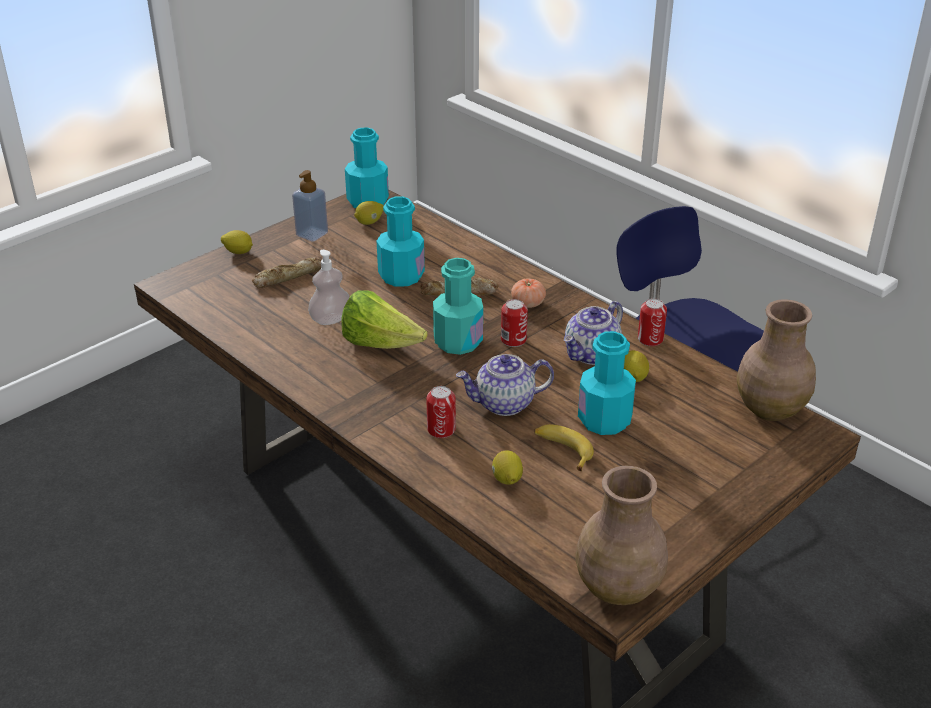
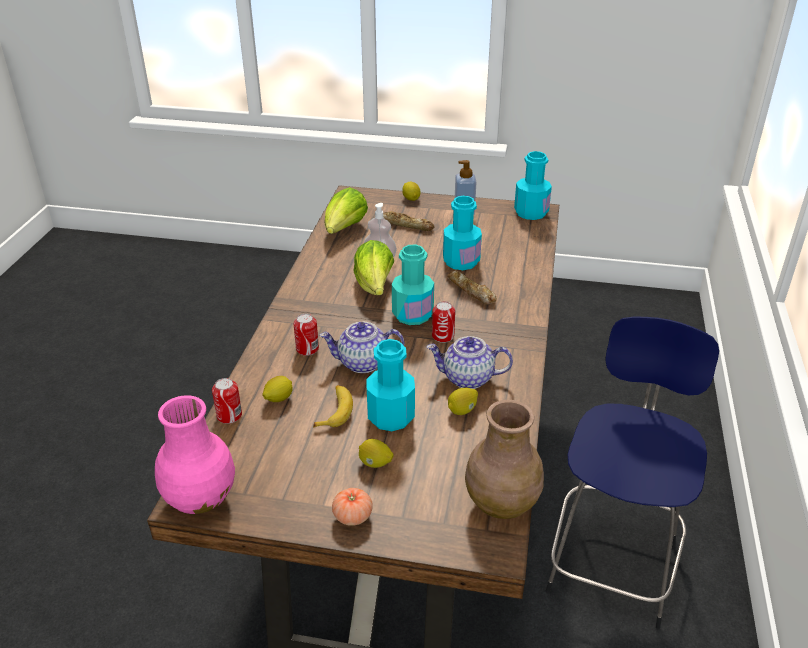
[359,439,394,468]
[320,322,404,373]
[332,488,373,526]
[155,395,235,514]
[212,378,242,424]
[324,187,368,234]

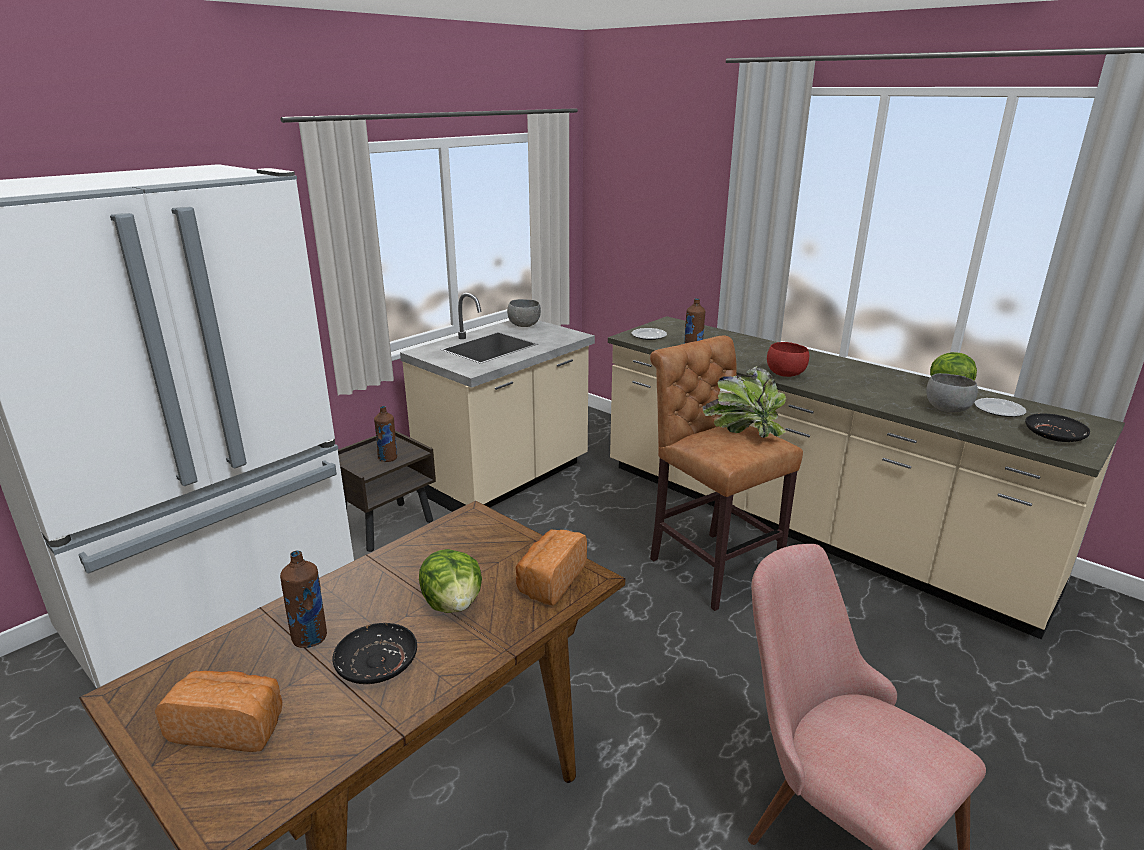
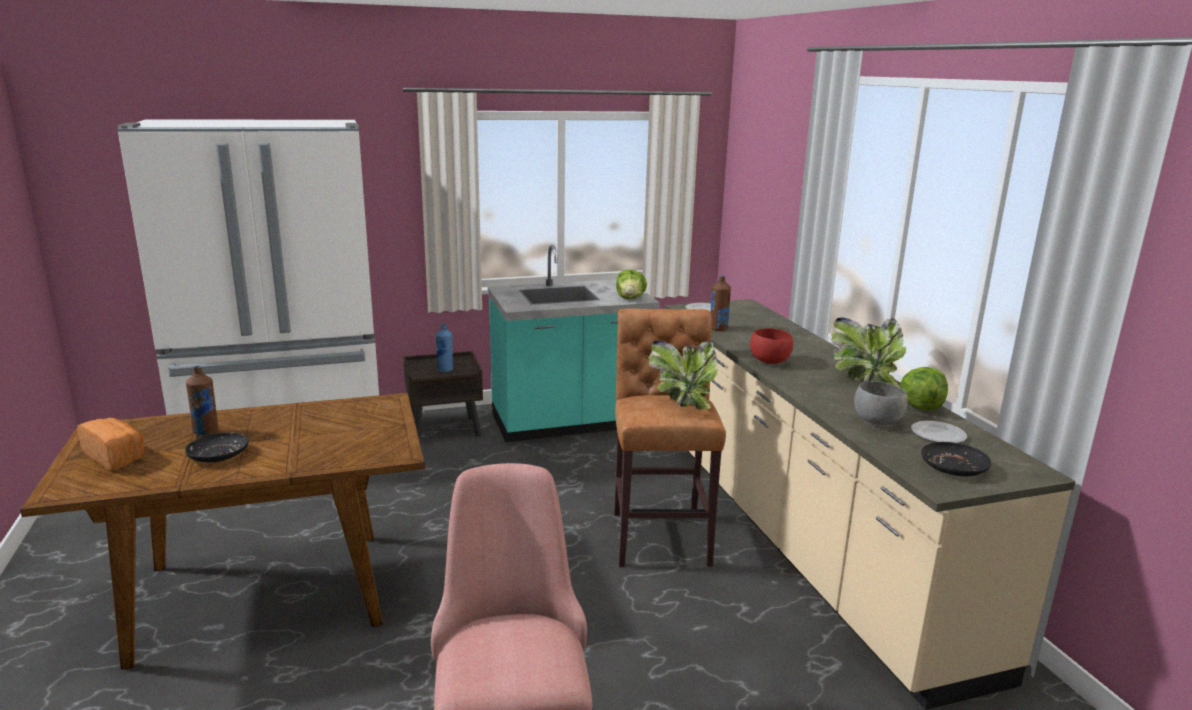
[436,324,453,372]
[487,245,660,442]
[616,270,647,299]
[507,299,541,327] (first image)
[516,530,587,605] (first image)
[831,317,907,387]

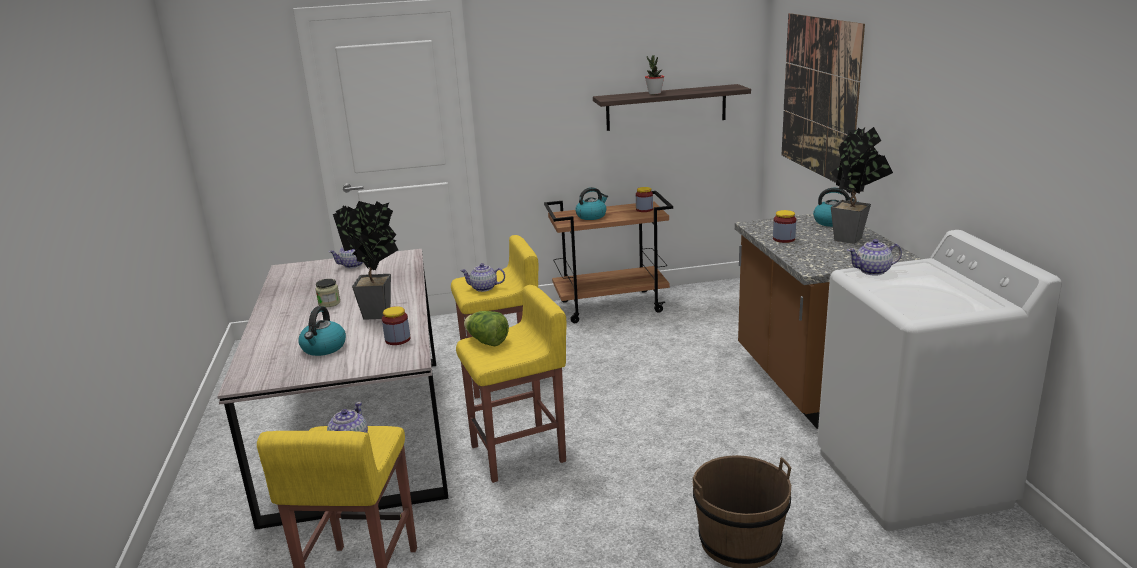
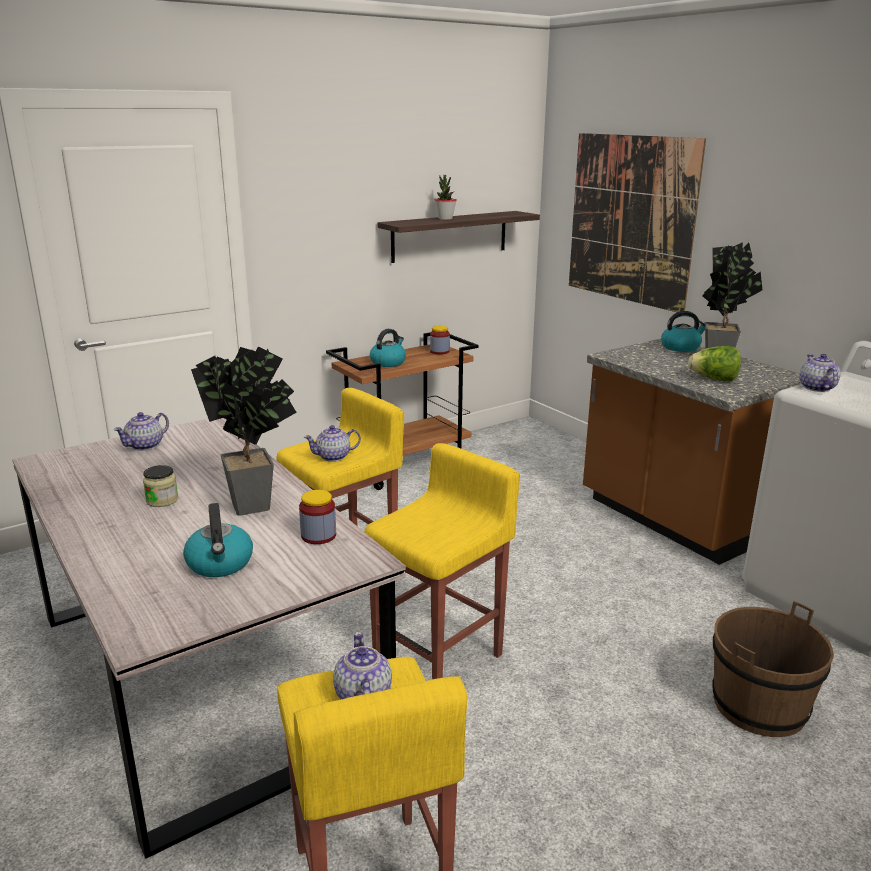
[688,346,741,381]
[773,210,796,243] (first image)
[799,354,841,392]

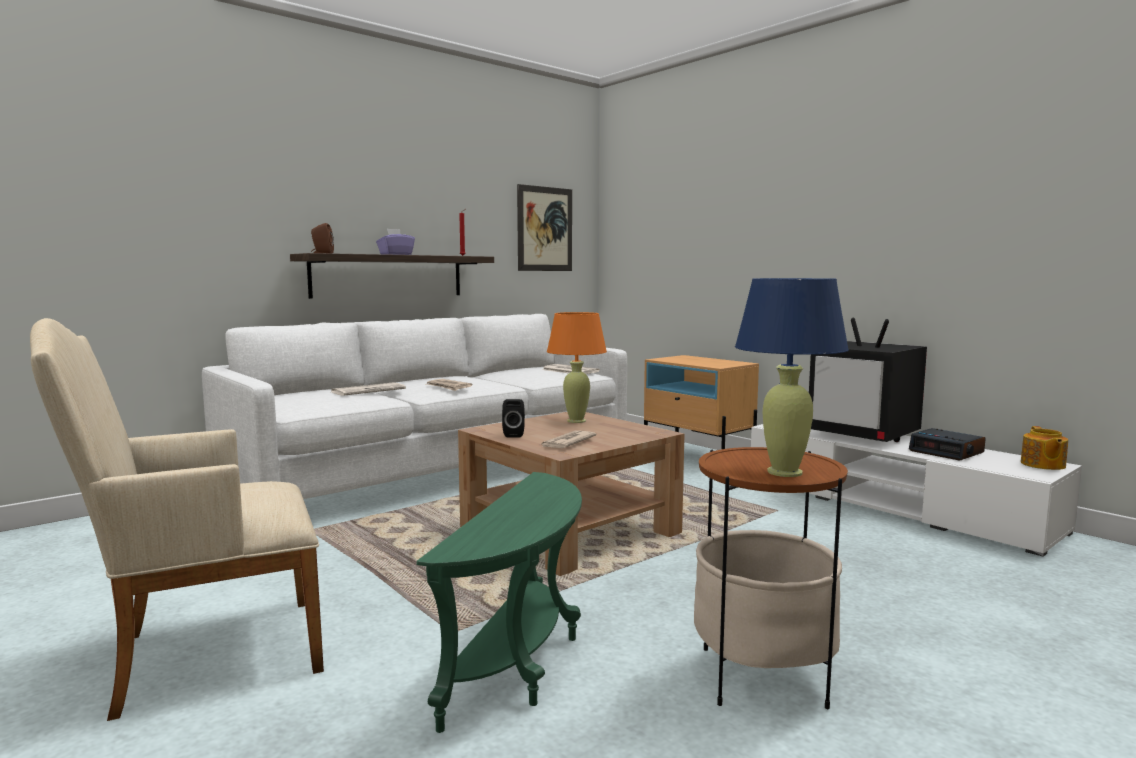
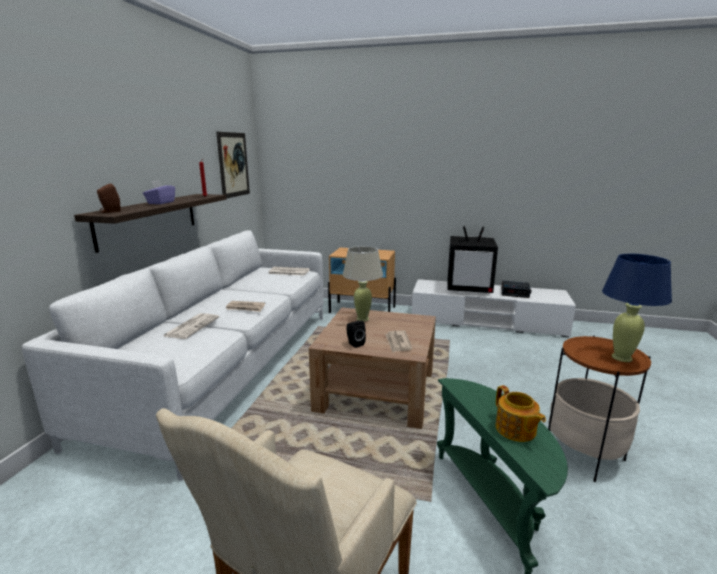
[343,246,383,322]
[495,385,546,442]

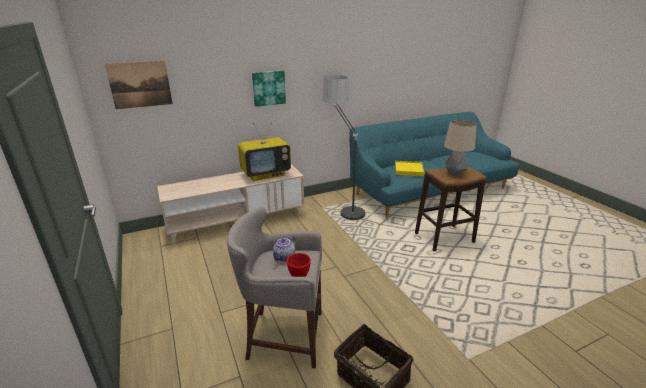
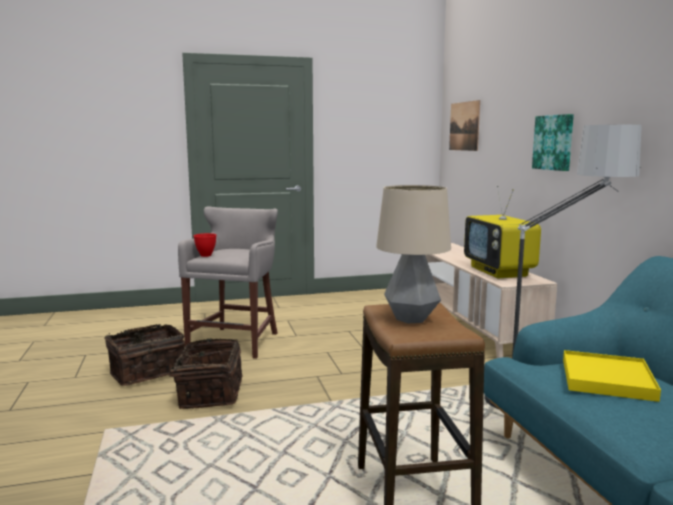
[271,235,296,261] (first image)
[156,338,243,409]

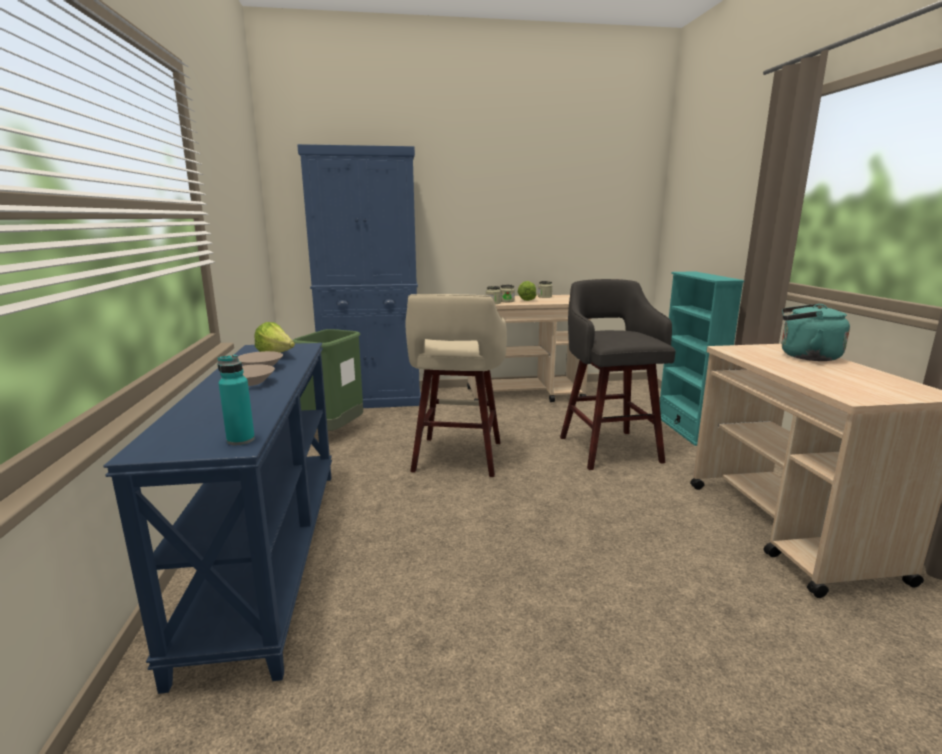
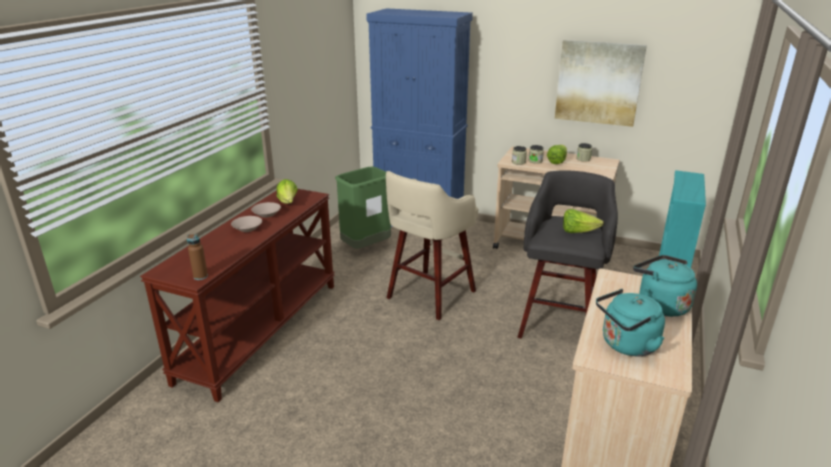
[140,189,335,402]
[187,234,208,280]
[555,40,647,127]
[563,209,604,233]
[596,289,665,357]

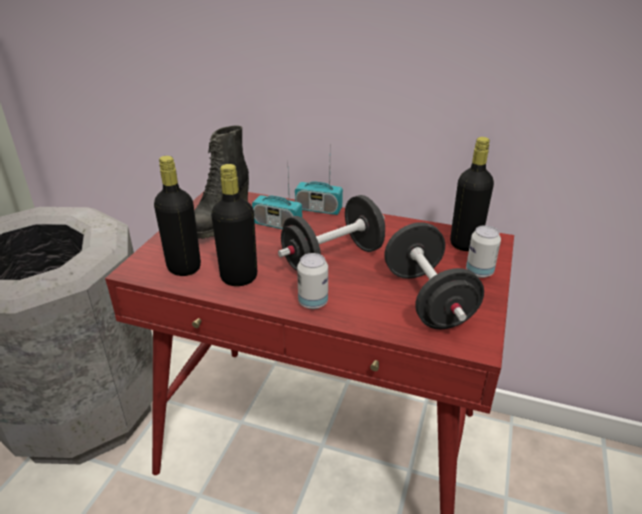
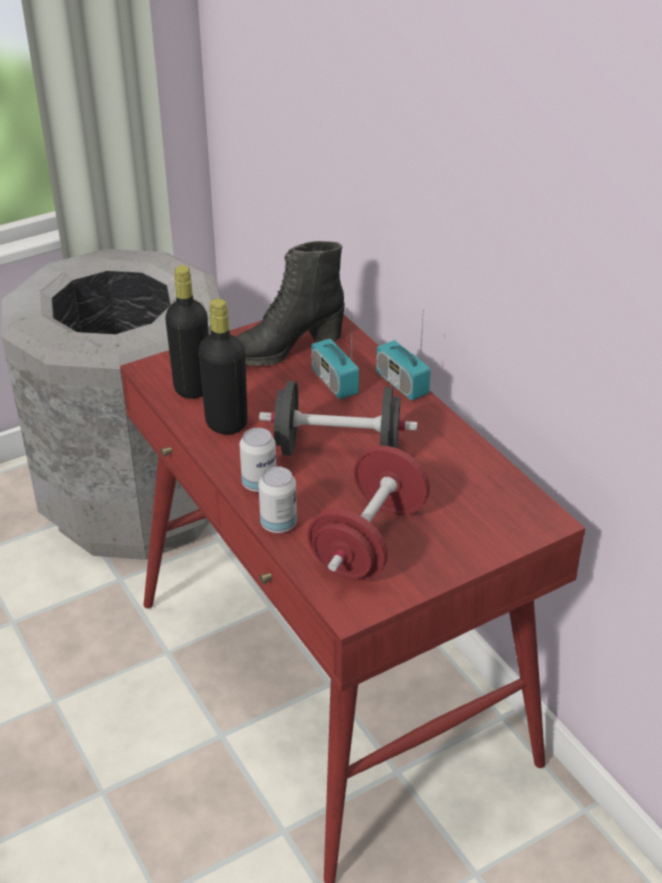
[307,446,430,581]
[450,137,494,251] (first image)
[259,466,297,533]

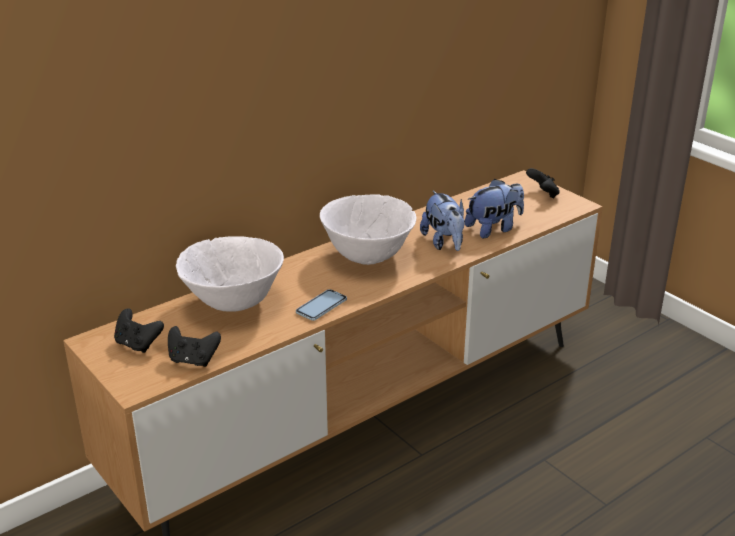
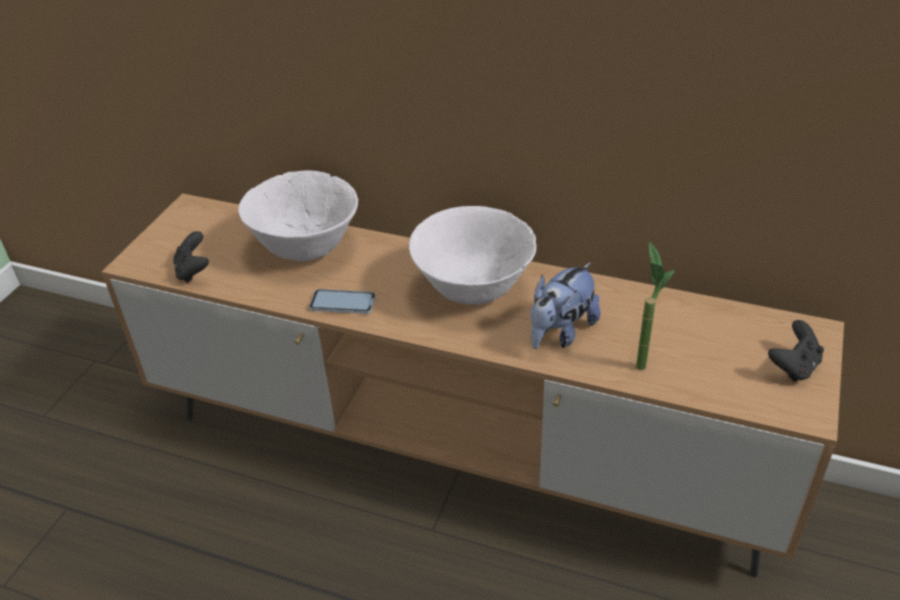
[114,308,164,353] (first image)
[636,242,675,370]

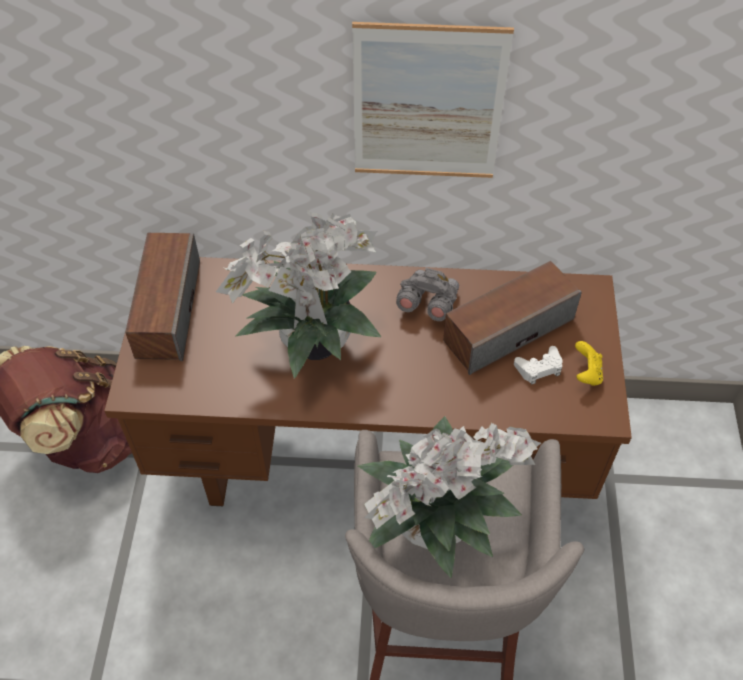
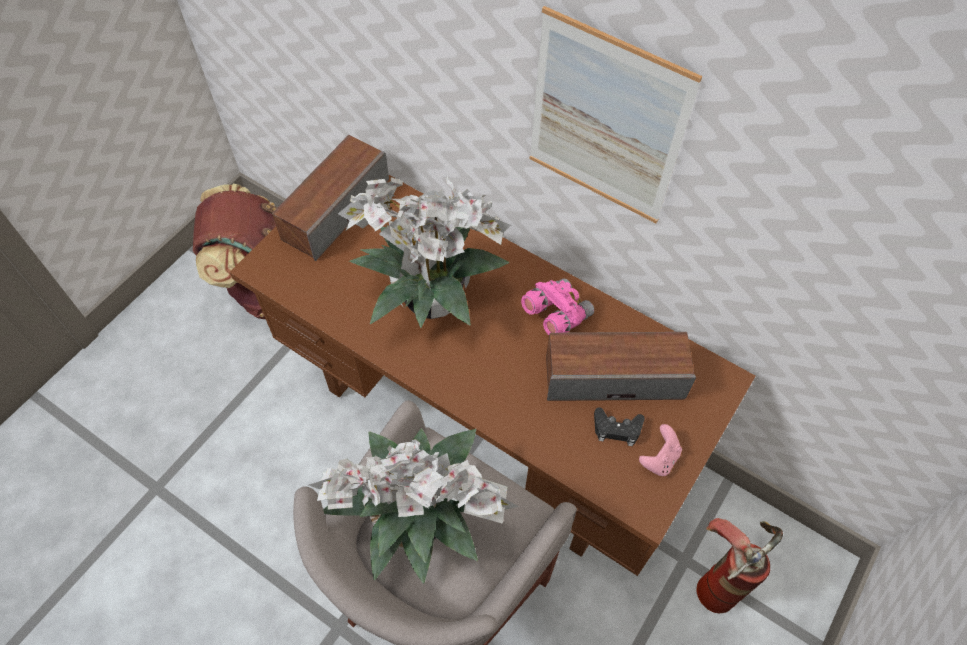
[521,278,594,335]
[594,407,645,446]
[639,424,682,476]
[696,518,783,613]

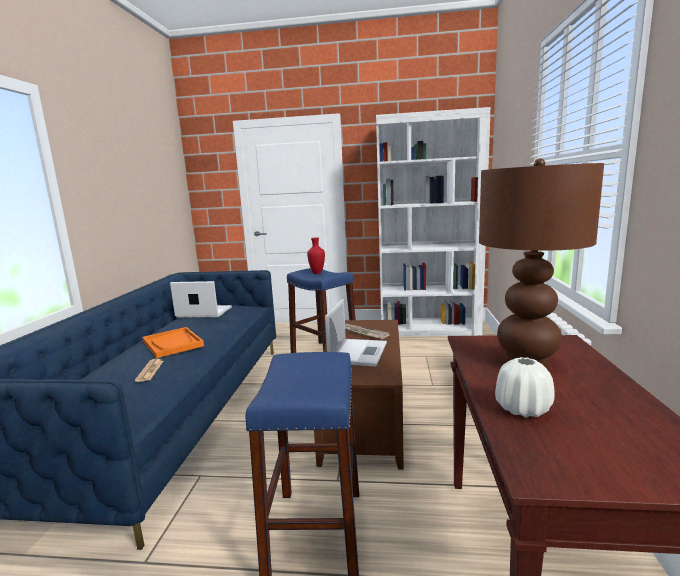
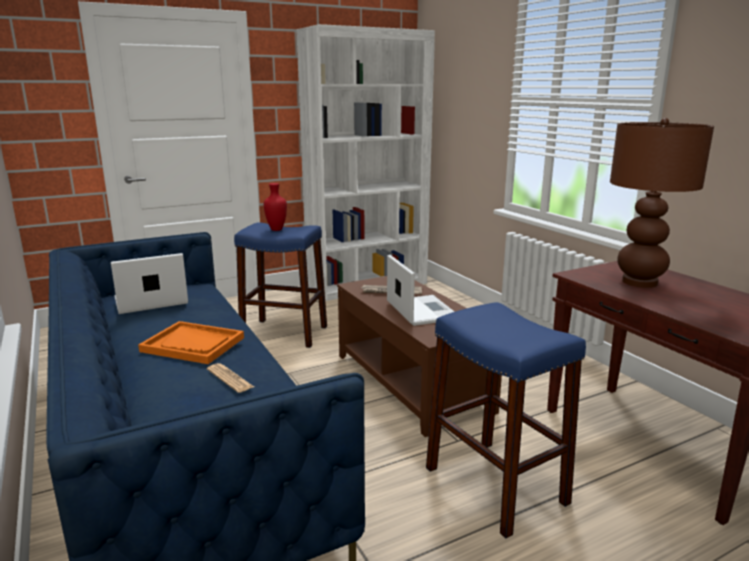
[495,357,555,418] (first image)

